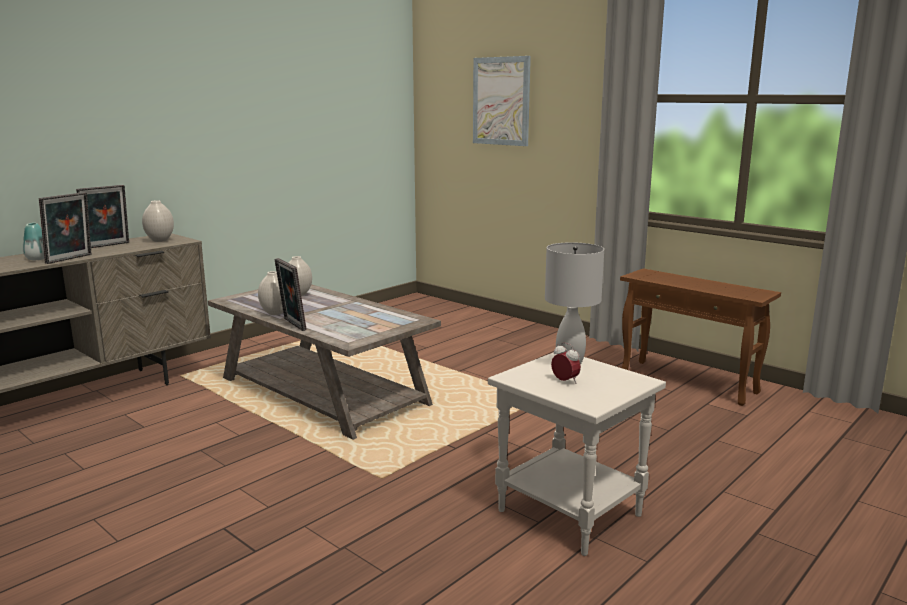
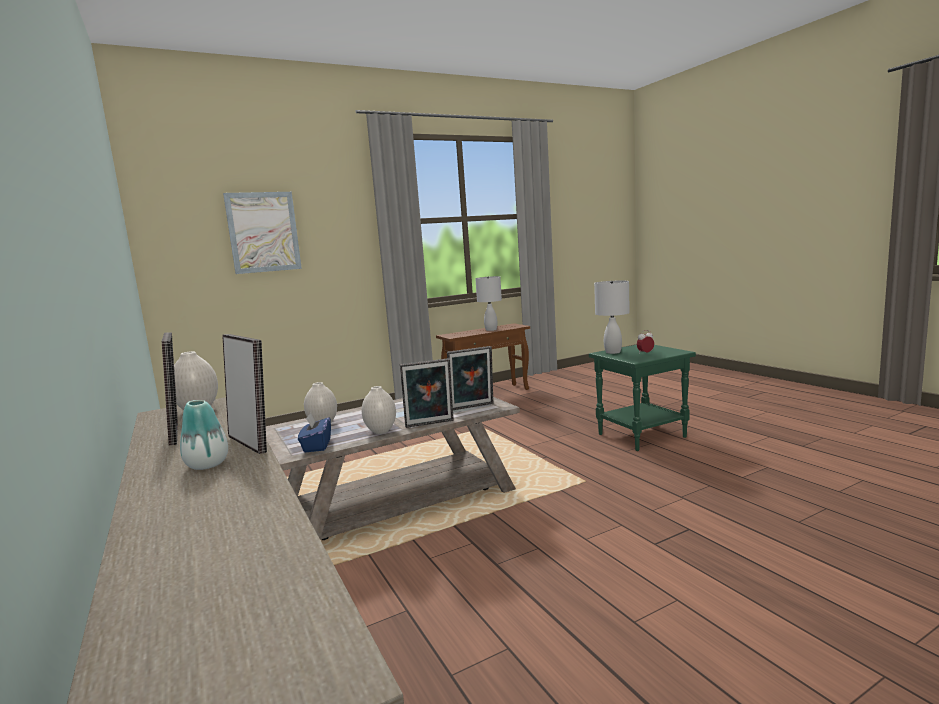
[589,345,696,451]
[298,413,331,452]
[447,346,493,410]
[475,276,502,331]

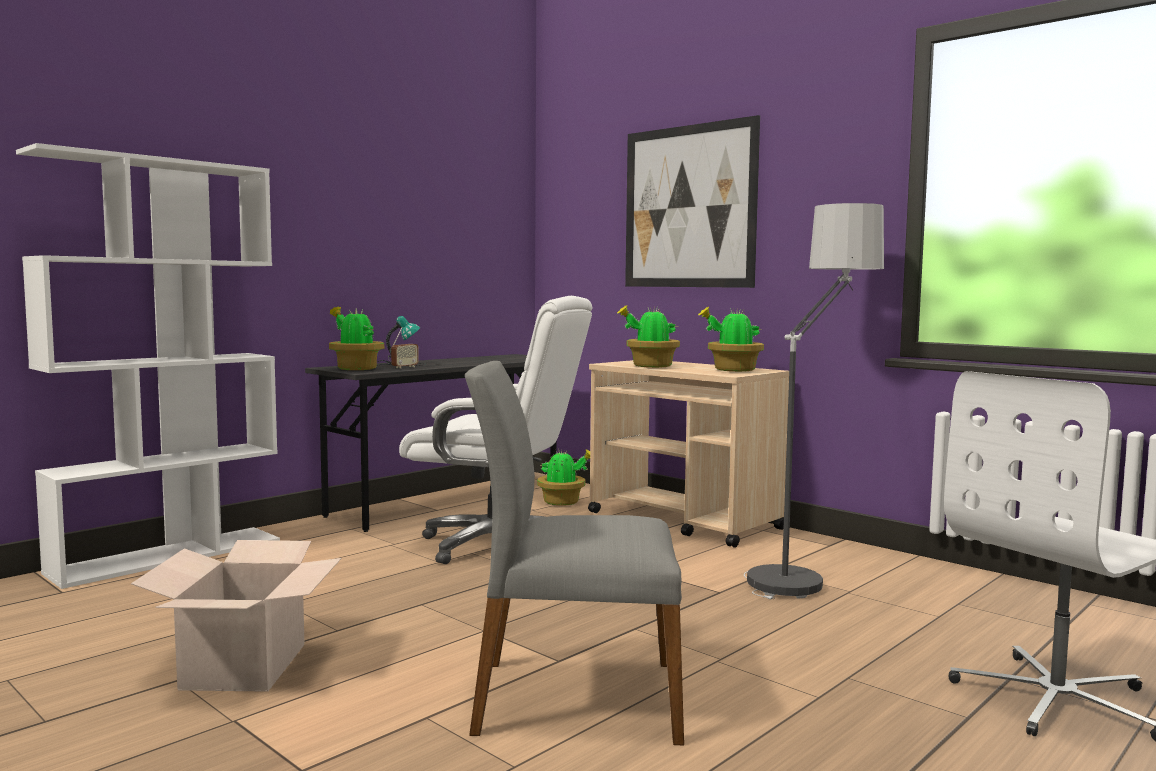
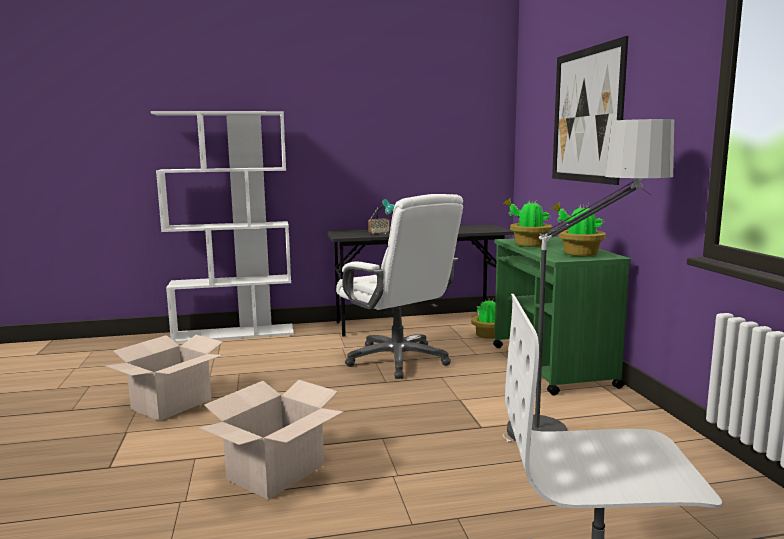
[329,306,384,370] (first image)
[199,380,343,500]
[493,237,631,395]

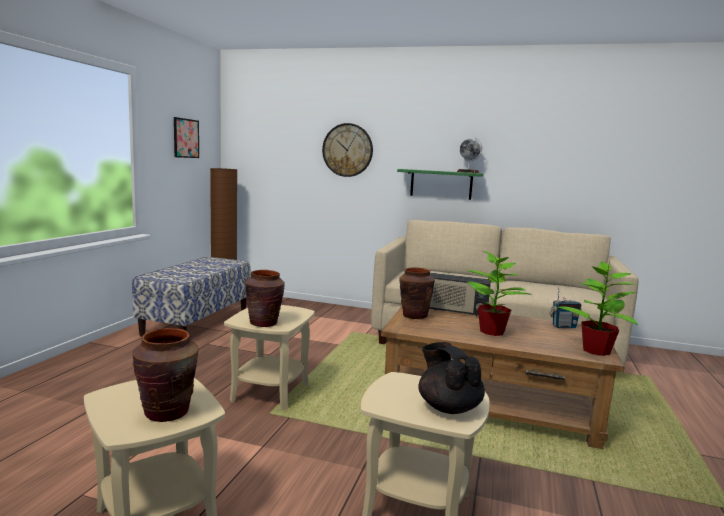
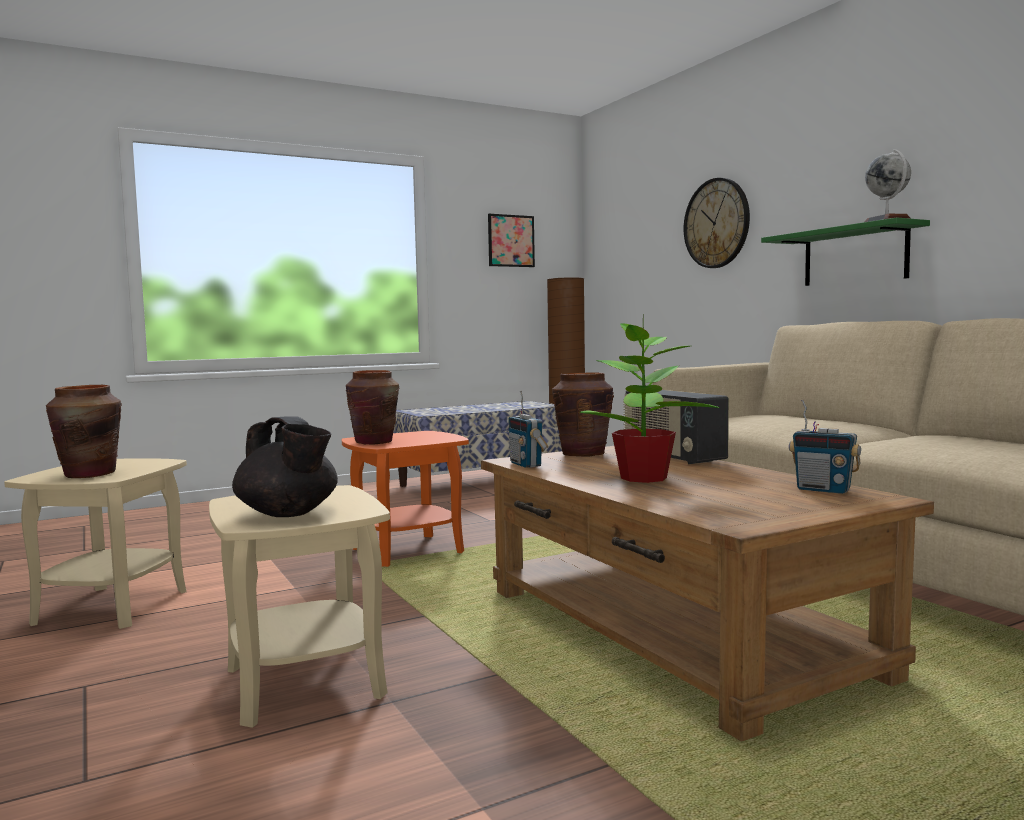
[342,431,469,567]
[232,416,338,517]
[558,262,638,356] (first image)
[508,391,548,468]

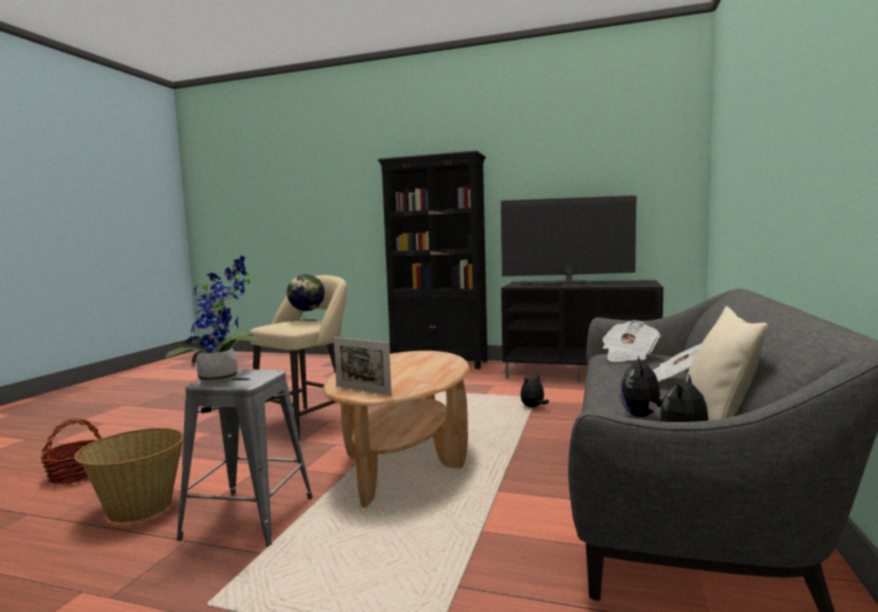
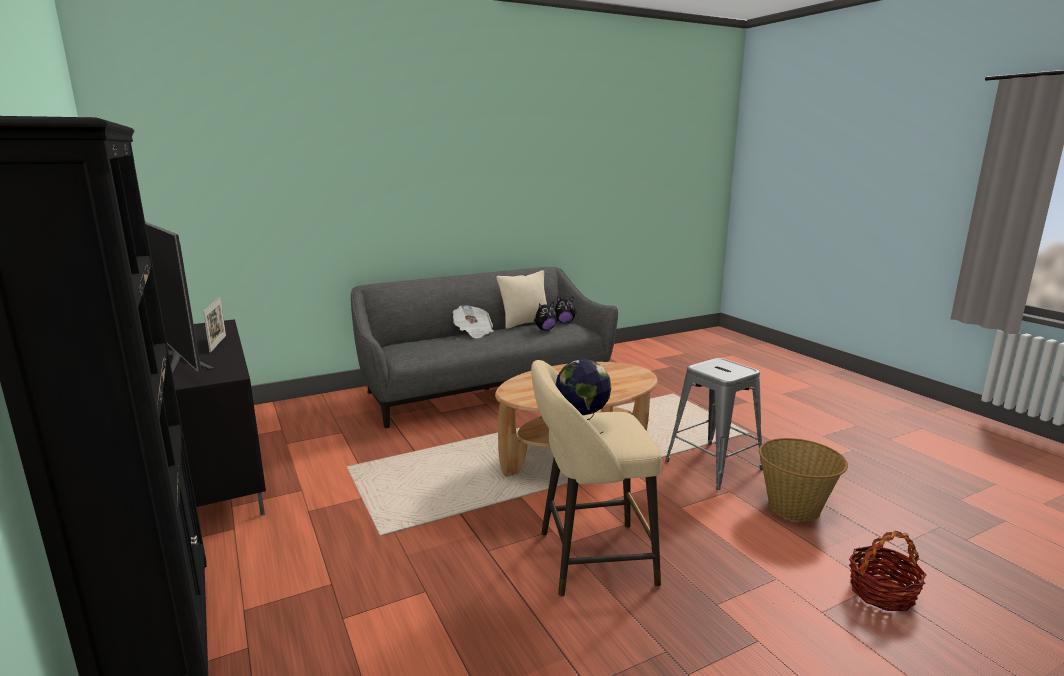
[165,256,256,384] (first image)
[203,297,226,353]
[520,374,549,408] (first image)
[602,320,660,362] (first image)

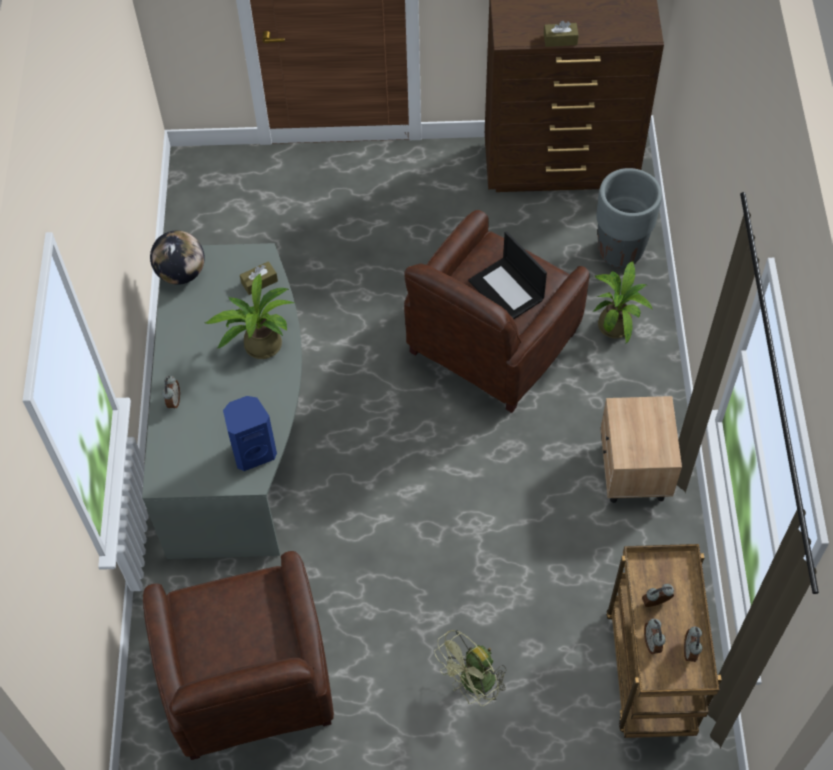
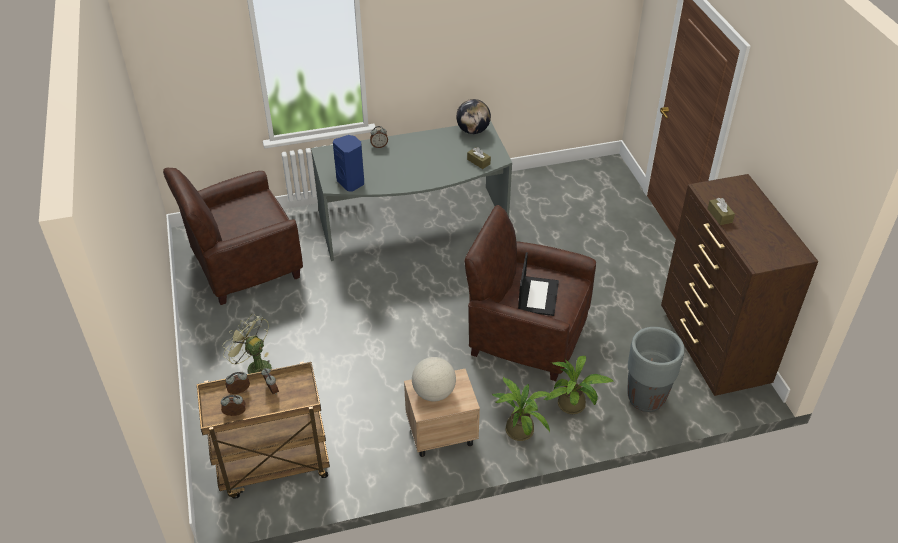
[492,376,552,441]
[518,252,559,316]
[412,357,456,401]

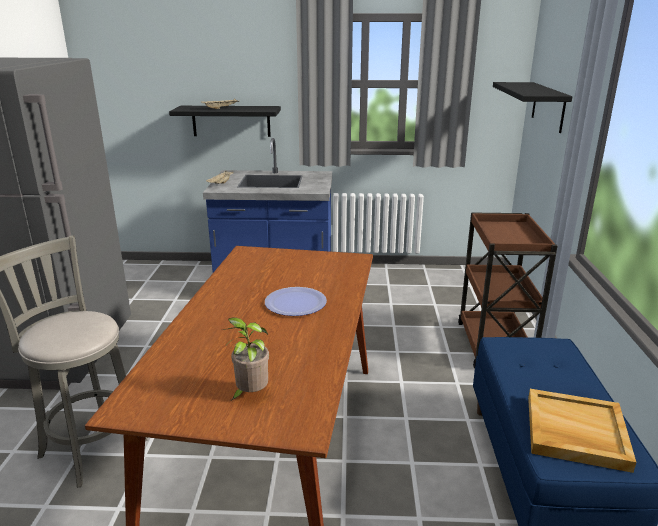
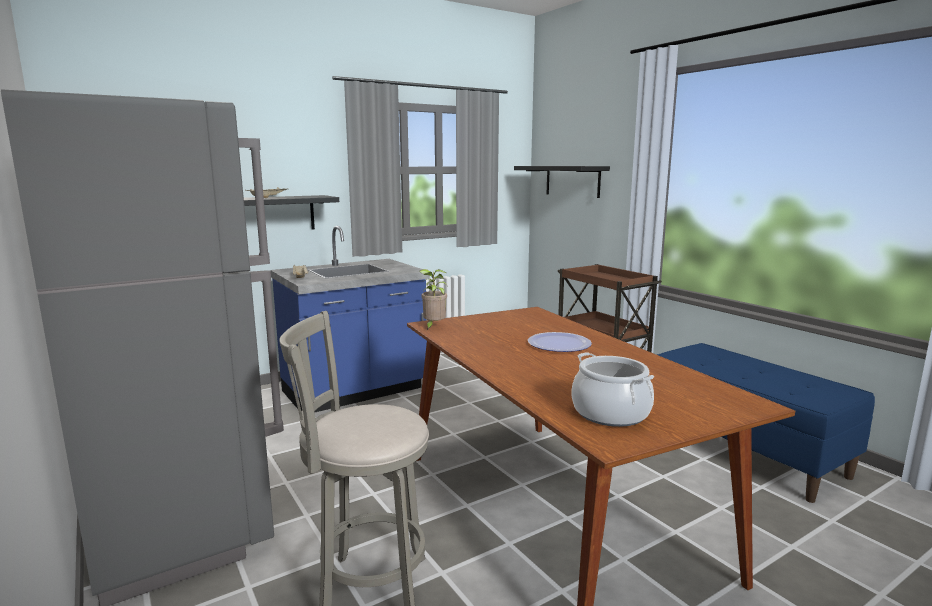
[419,269,448,330]
[528,389,636,473] (first image)
[571,352,654,427]

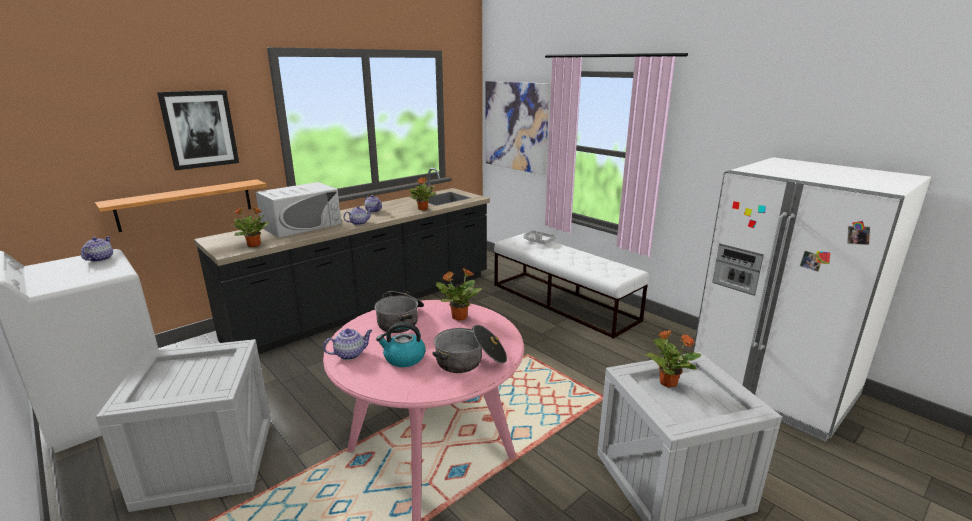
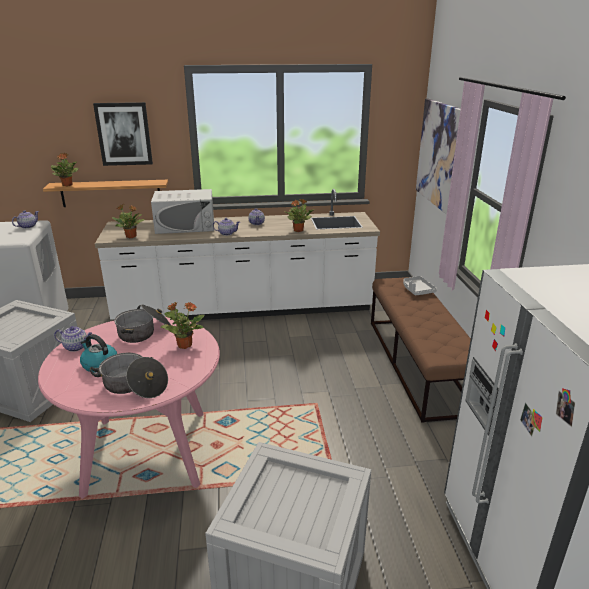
[95,189,380,321]
[371,277,471,423]
[51,153,79,186]

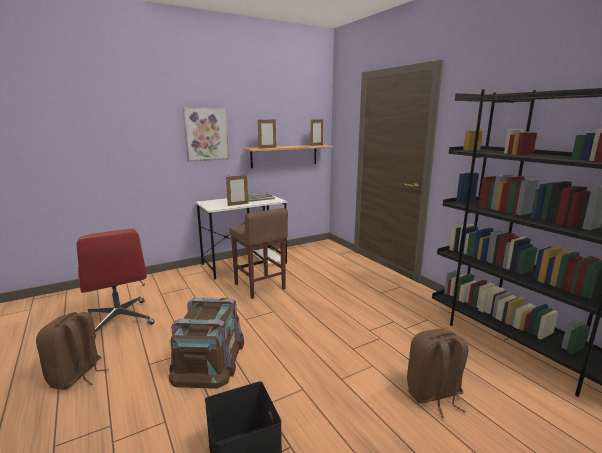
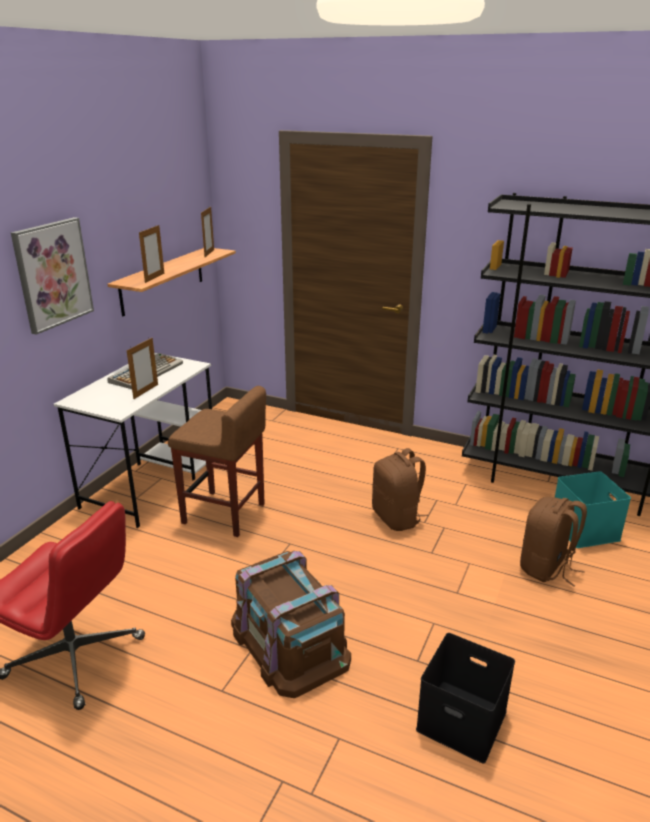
[372,448,429,531]
[555,471,631,548]

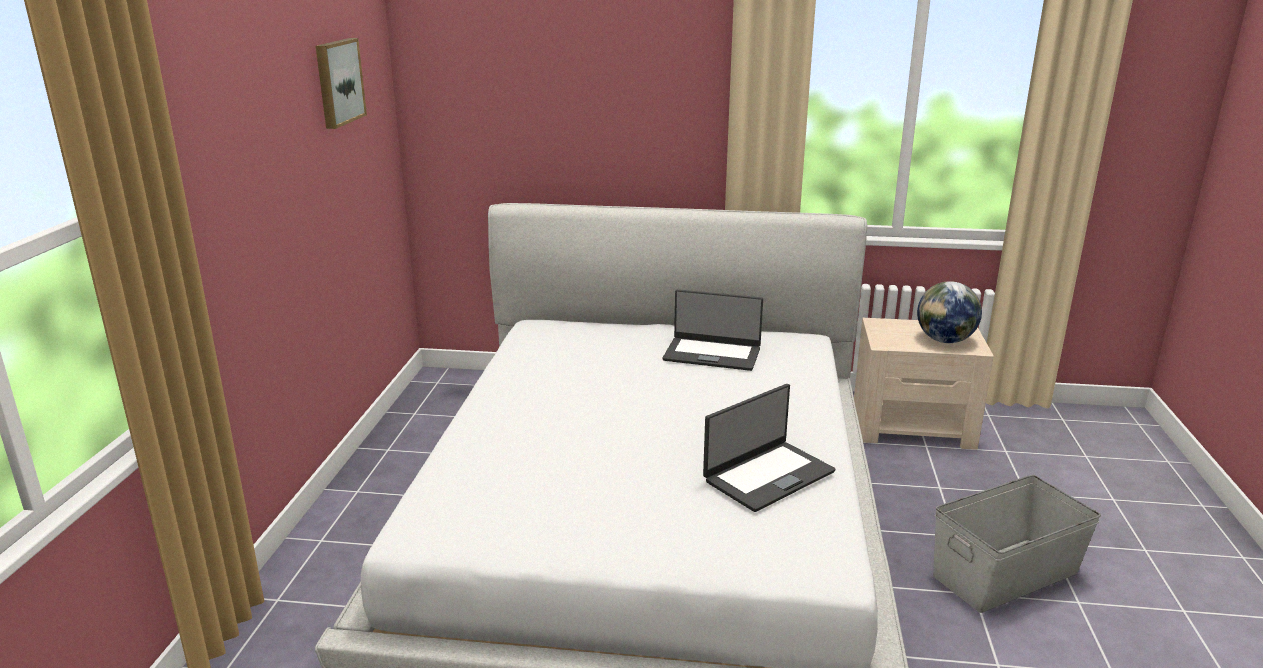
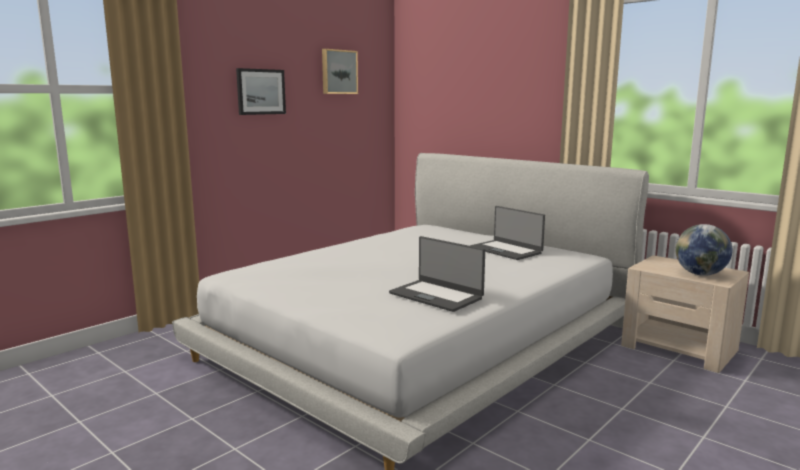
[389,236,485,312]
[933,475,1101,613] (first image)
[236,68,286,115]

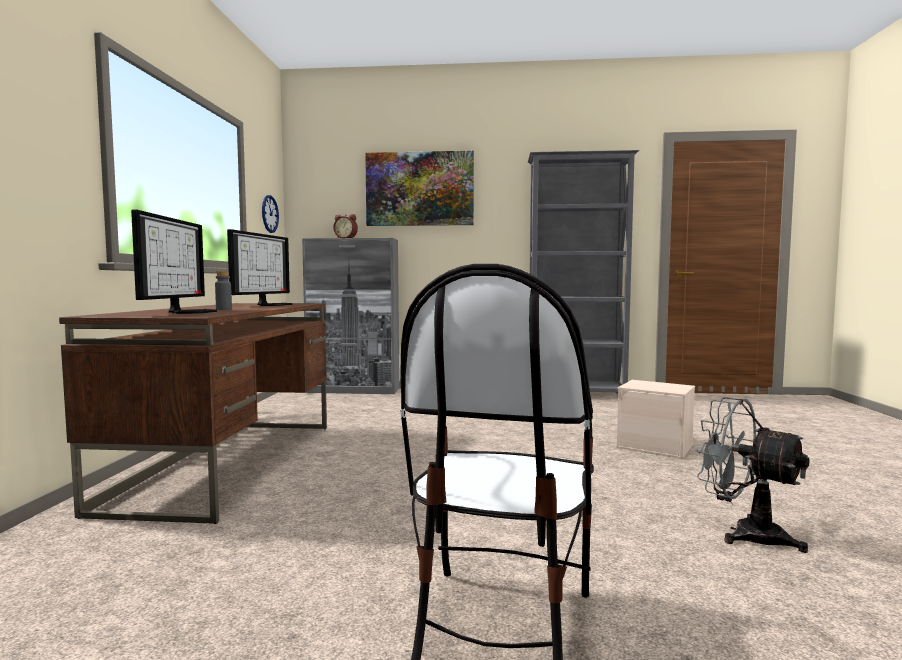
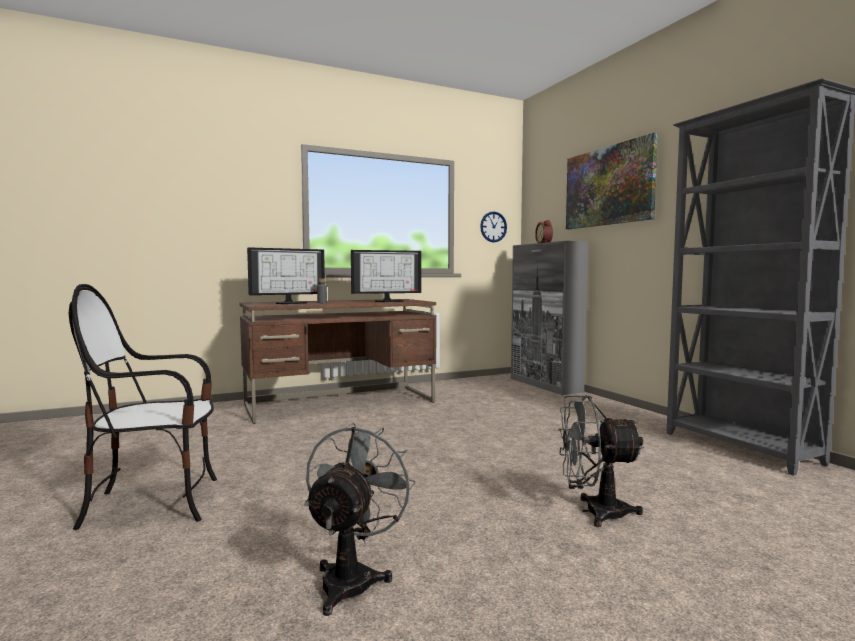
[558,395,644,527]

